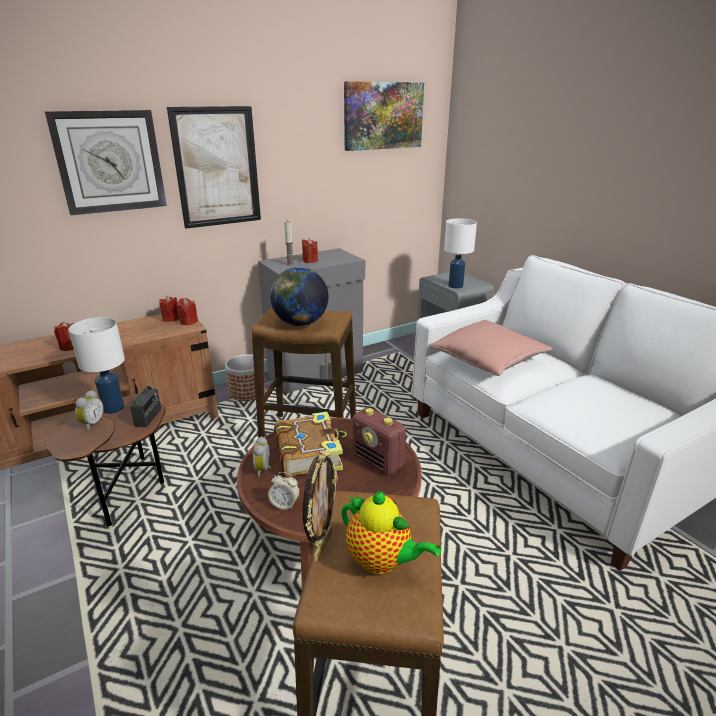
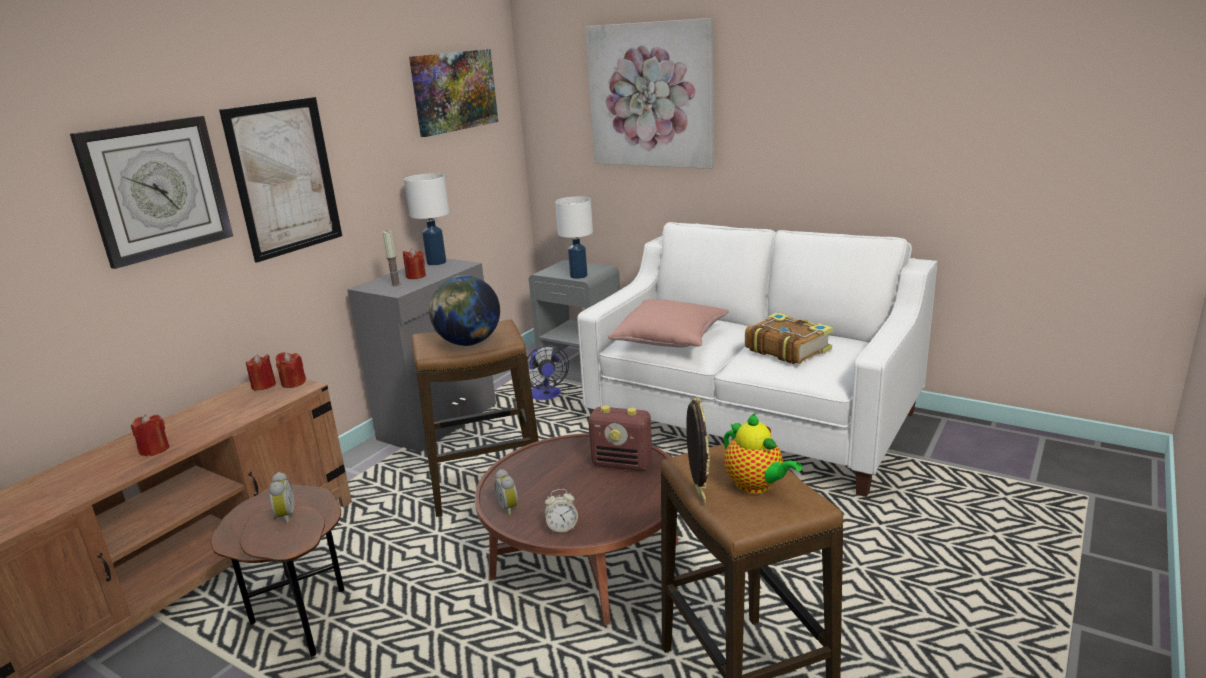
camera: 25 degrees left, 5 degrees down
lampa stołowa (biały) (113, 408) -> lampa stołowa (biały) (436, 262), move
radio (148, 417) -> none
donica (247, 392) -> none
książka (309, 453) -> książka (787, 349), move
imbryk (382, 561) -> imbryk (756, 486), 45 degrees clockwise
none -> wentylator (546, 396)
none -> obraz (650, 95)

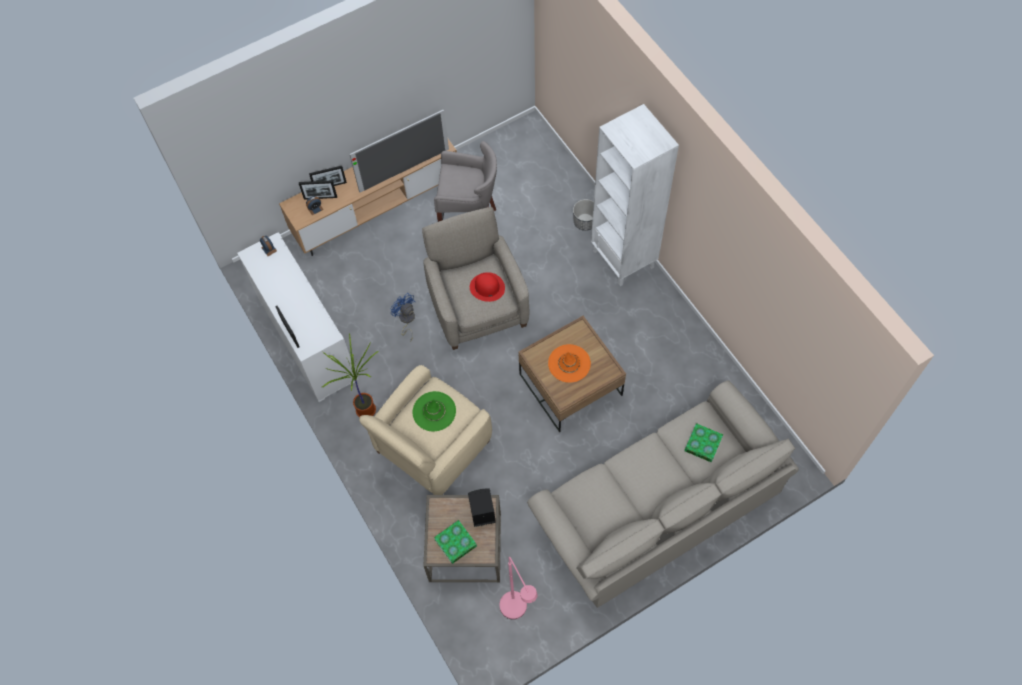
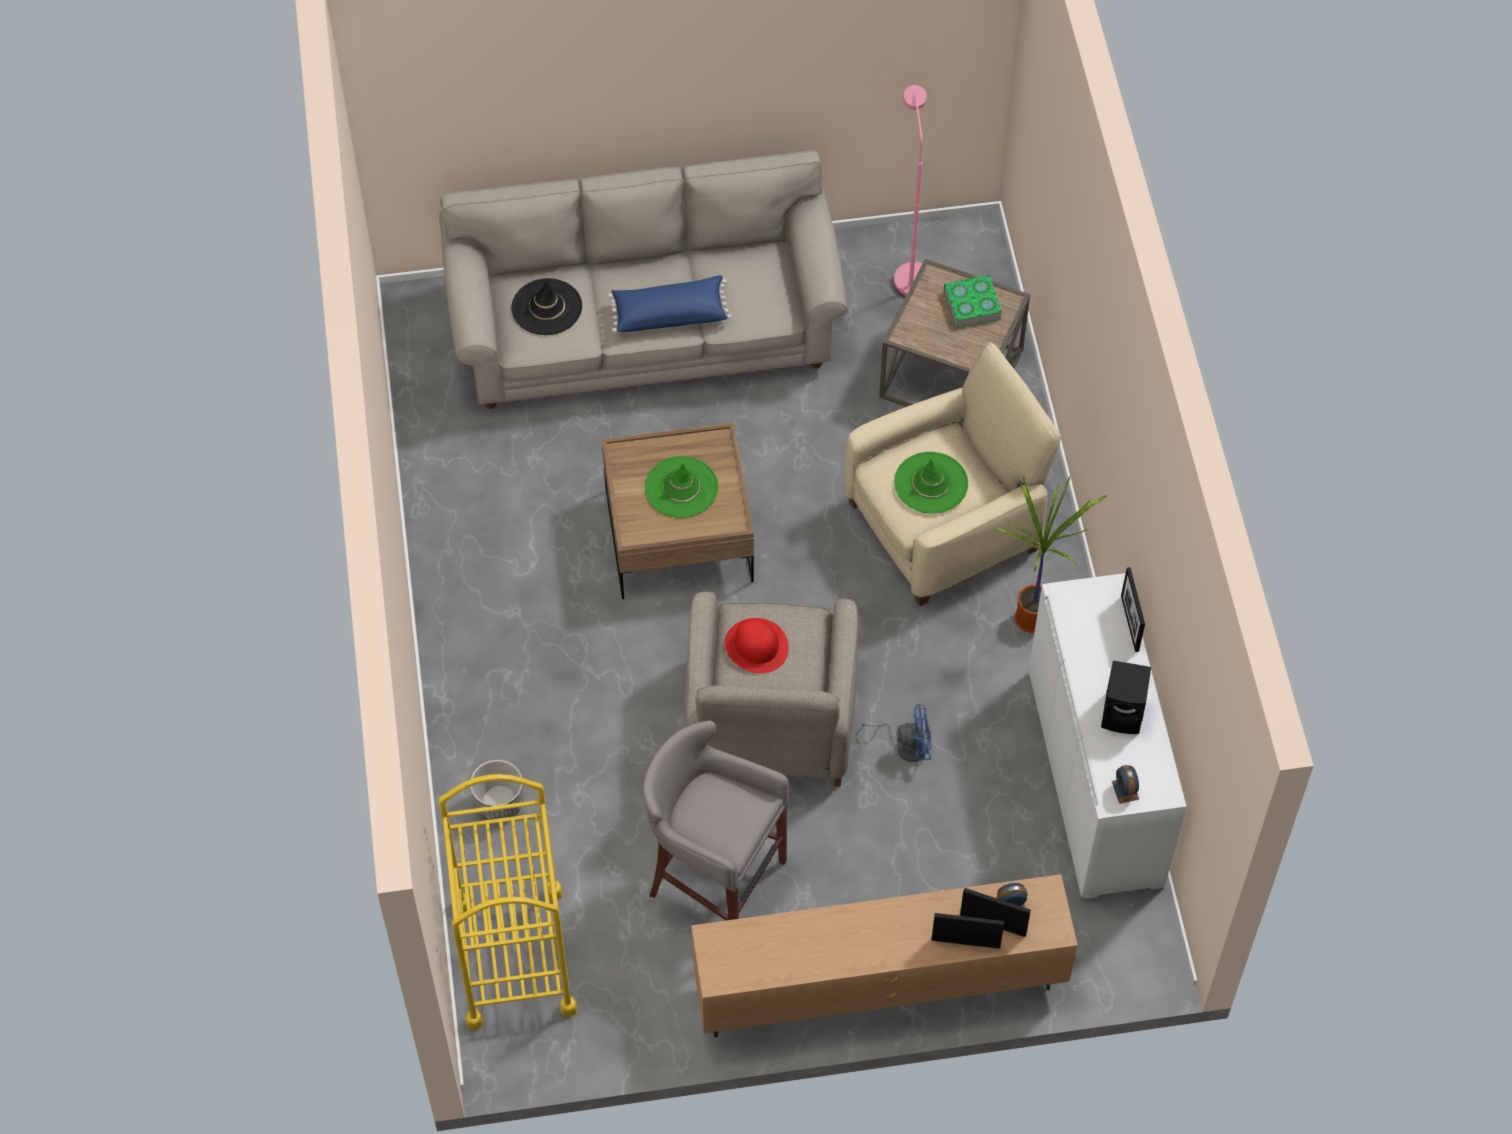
camera: 160 degrees left, 5 degrees down
telewizor (404, 170) -> none
wentylator (niebieski) (406, 320) -> wentylator (niebieski) (906, 745), 75 degrees counterclockwise
głośnik (czarny) (481, 513) -> głośnik (czarny) (1124, 714), move
kapelusz (pomarańczowy) (569, 363) -> kapelusz (zielony) (681, 487)
regał (biały) (624, 259) -> none
książka (703, 444) -> kapelusz (czarny) (546, 307)
none -> wózek (żółty) (514, 957)
none -> poduszka (niebieski) (669, 313)

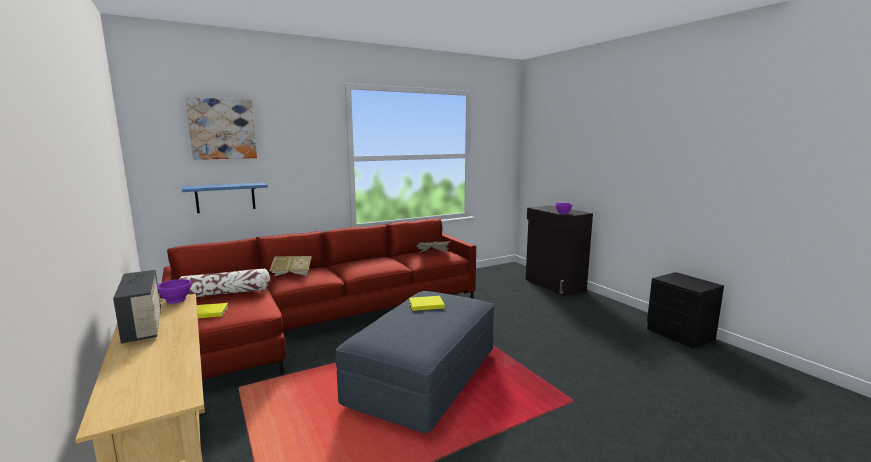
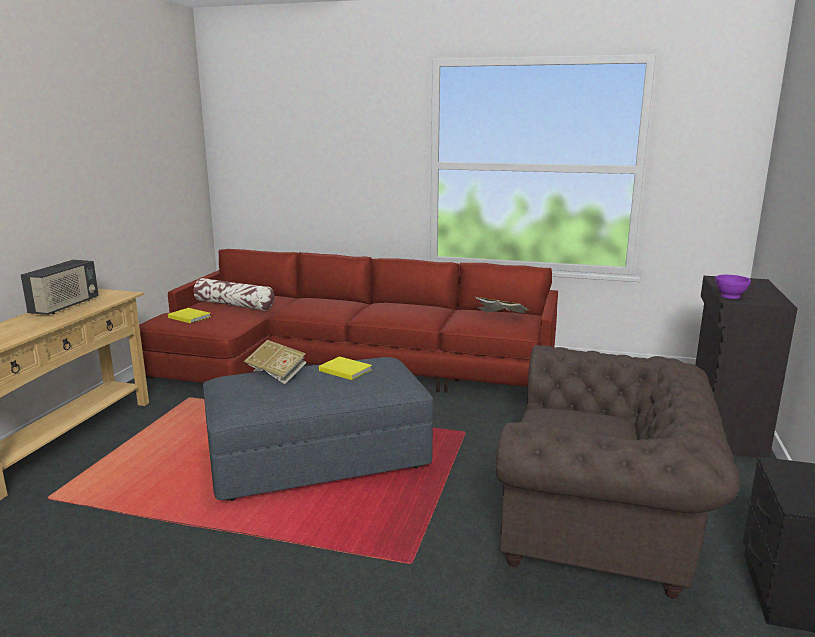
camera: 45 degrees right, 5 degrees up
miska (fioletowy) (176, 300) -> none
półka (niebieski) (225, 197) -> none
obraz (222, 129) -> none
książka (292, 274) -> książka (277, 374), move
none -> fotel (brązowy) (603, 528)

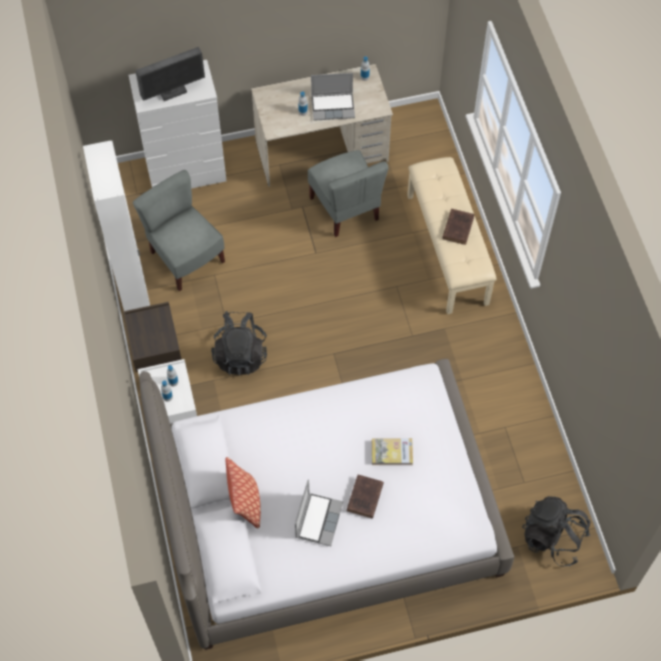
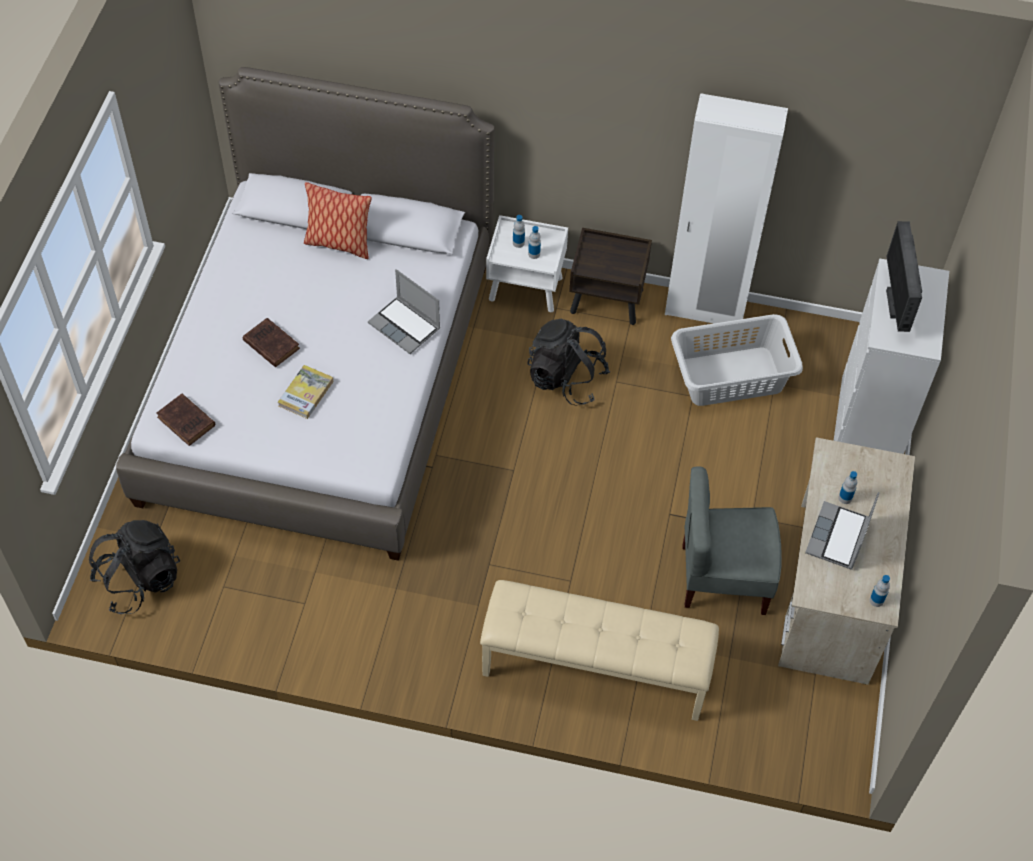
camera: 115 degrees right, 5 degrees down
krzesło (szary) (186, 258) -> kosz na pranie (szary) (732, 377)
laptop (318, 519) -> laptop (405, 326), move
książka (brązowy) (458, 227) -> książka (brązowy) (187, 422), move

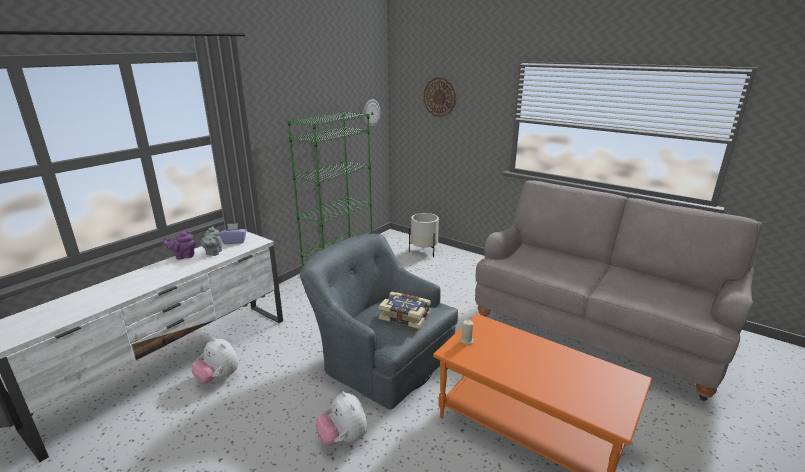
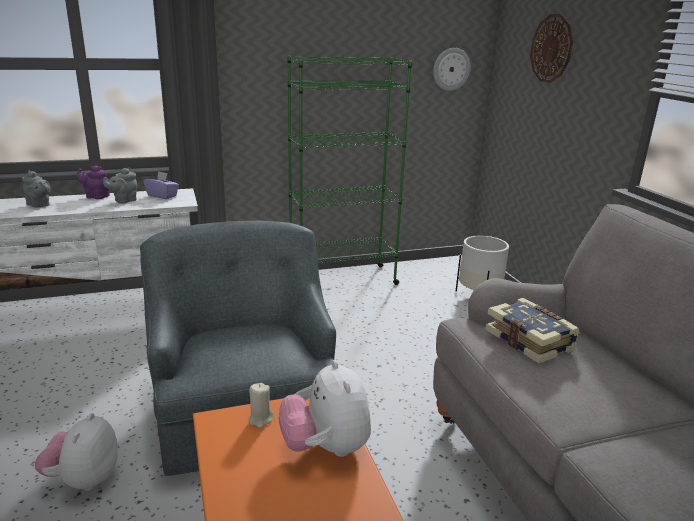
camera: 35 degrees right, 0 degrees up
pluszak (218, 377) -> pluszak (326, 448), move
książka (405, 316) -> książka (530, 340), move
none -> imbryk (szary) (39, 205)

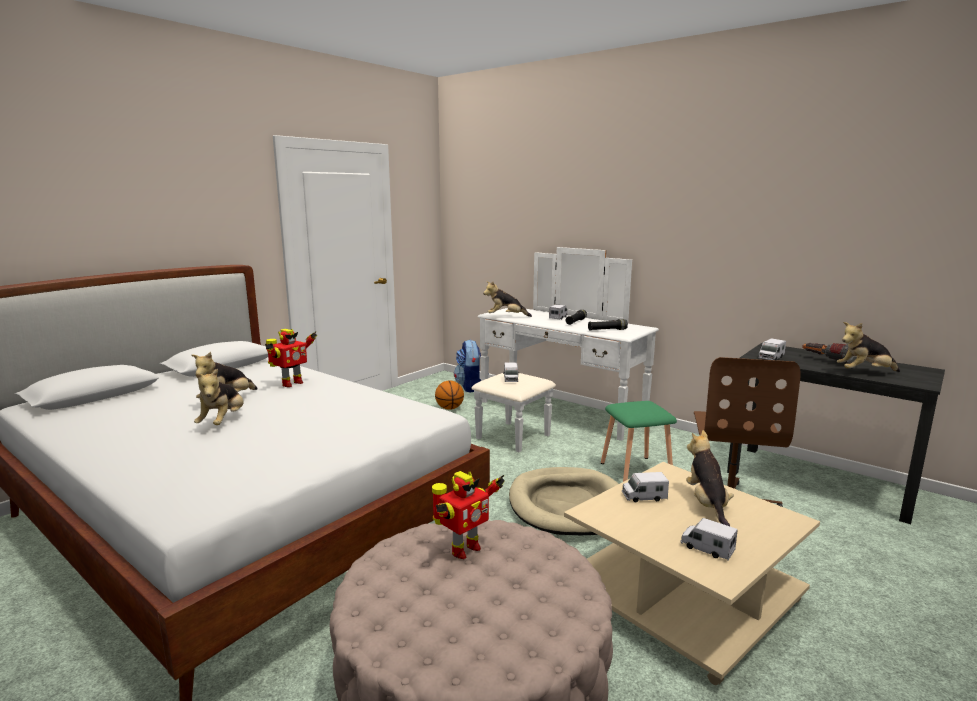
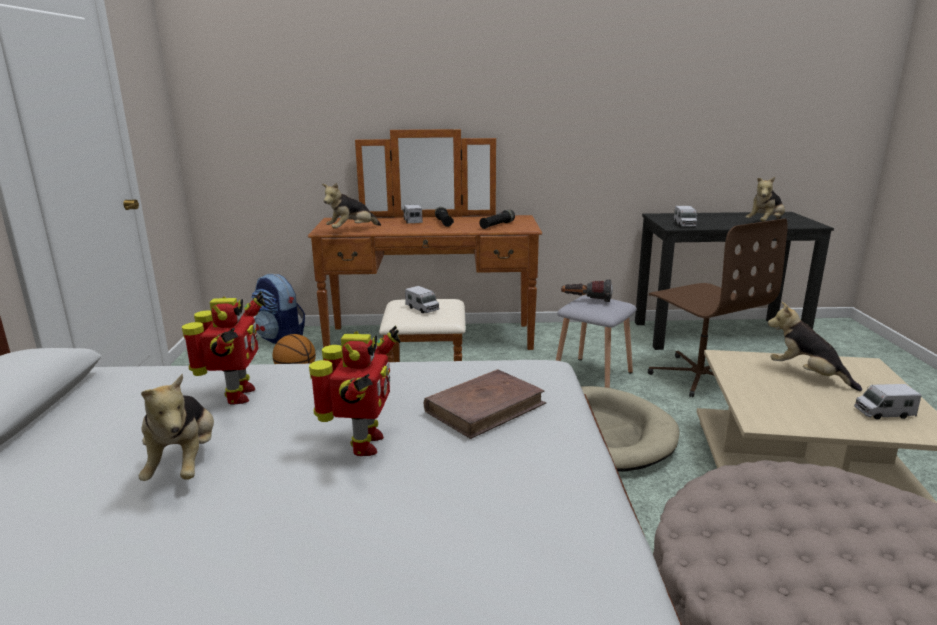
camera: 40 degrees left, 5 degrees up
pluszak (223, 422) -> none
robot zabawkowy (463, 549) -> robot zabawkowy (363, 445), move
komoda (biały) (551, 417) -> komoda (brązowy) (430, 347)
stołek (zielony) (637, 471) -> stołek (szary) (594, 375)
ciężarówka zabawkowa (644, 496) -> none
latarka (825, 360) -> latarka (586, 300), move
none -> książka (brązowy) (485, 408)

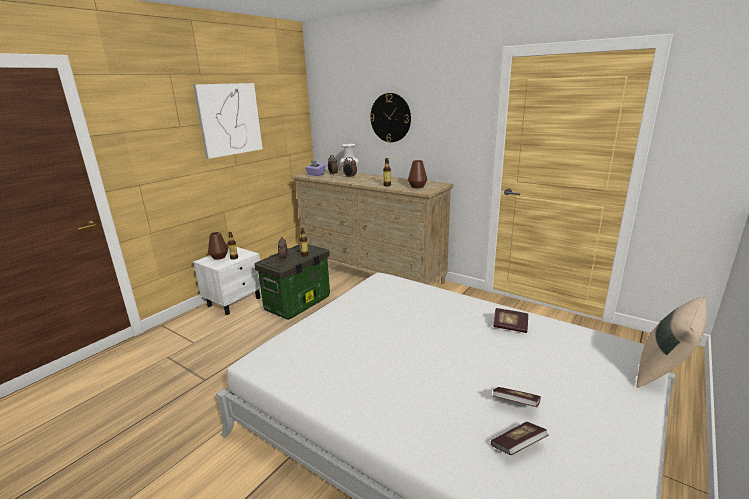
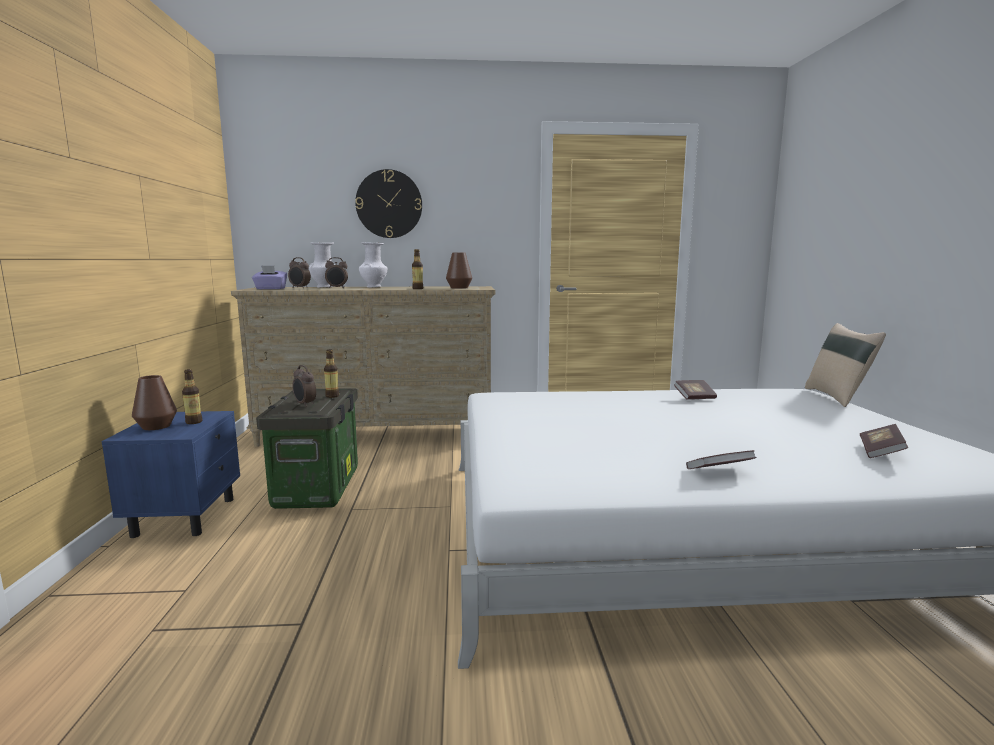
camera: 40 degrees left, 10 degrees down
obraz (229, 119) -> none
szafka nocna (biały) (235, 301) -> szafka nocna (niebieski) (186, 516)
książka (515, 404) -> książka (719, 472), move
none -> wazon (biały) (374, 287)

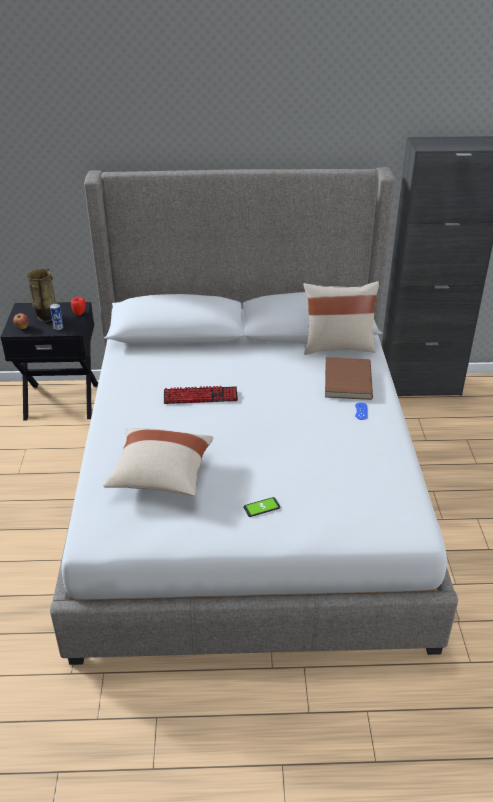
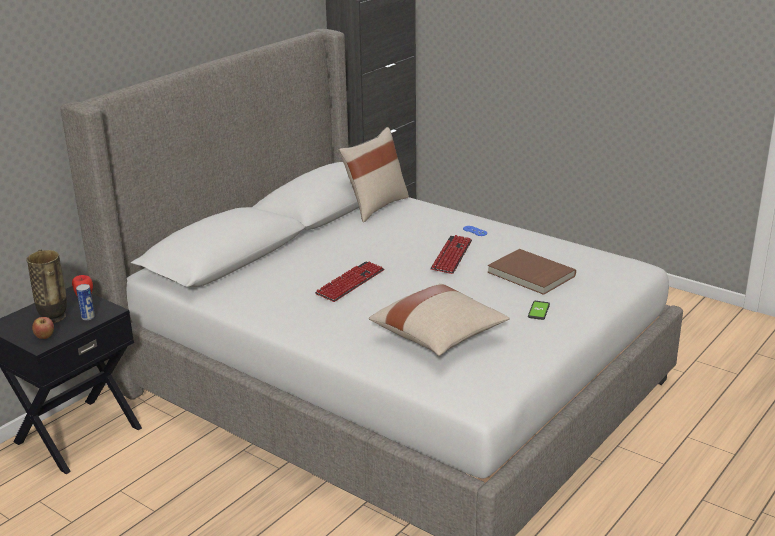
camera: 50 degrees left, 10 degrees down
książka (brązowy) (346, 380) -> książka (brązowy) (530, 275), move
none -> klawiatura (451, 256)

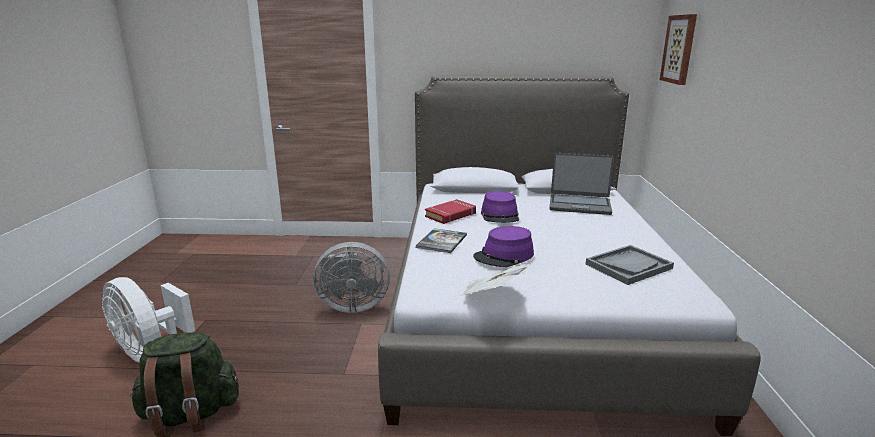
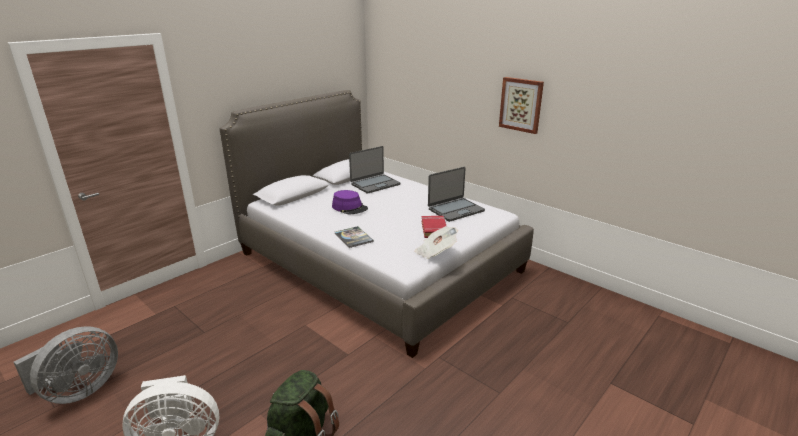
camera: 50 degrees left, 5 degrees up
wentylator (szary) (351, 305) -> wentylator (szary) (79, 391), move
książka (czerwony) (451, 215) -> książka (czerwony) (434, 229), move
kapelusz (fioletowy) (504, 256) -> none
taca (szary) (628, 266) -> laptop (455, 210)
obraz (679, 49) -> obraz (521, 104), move

